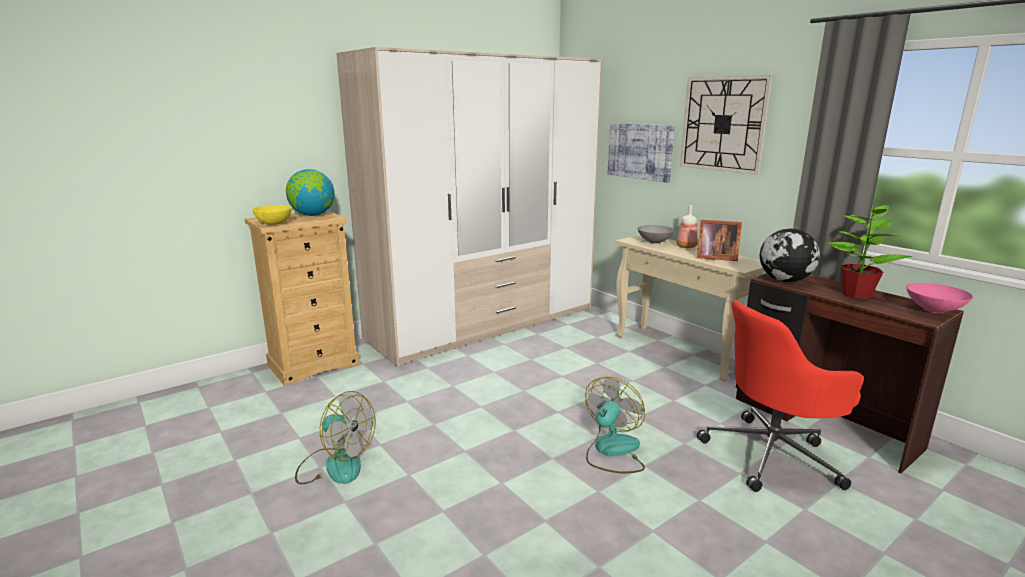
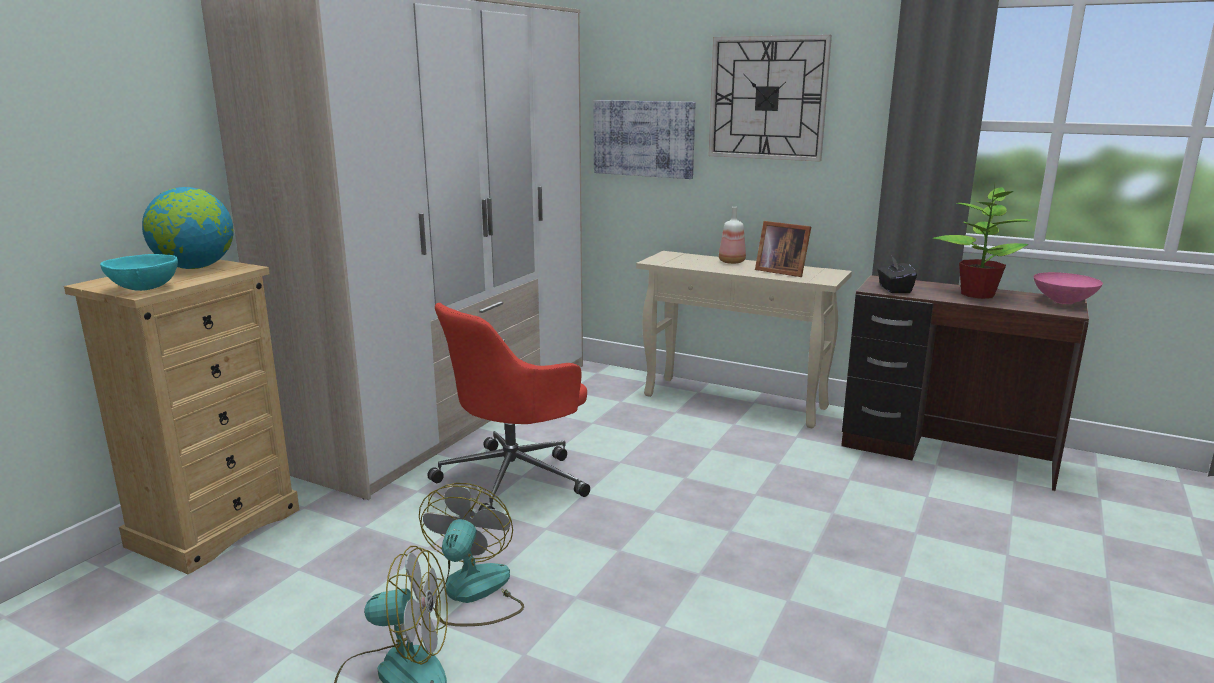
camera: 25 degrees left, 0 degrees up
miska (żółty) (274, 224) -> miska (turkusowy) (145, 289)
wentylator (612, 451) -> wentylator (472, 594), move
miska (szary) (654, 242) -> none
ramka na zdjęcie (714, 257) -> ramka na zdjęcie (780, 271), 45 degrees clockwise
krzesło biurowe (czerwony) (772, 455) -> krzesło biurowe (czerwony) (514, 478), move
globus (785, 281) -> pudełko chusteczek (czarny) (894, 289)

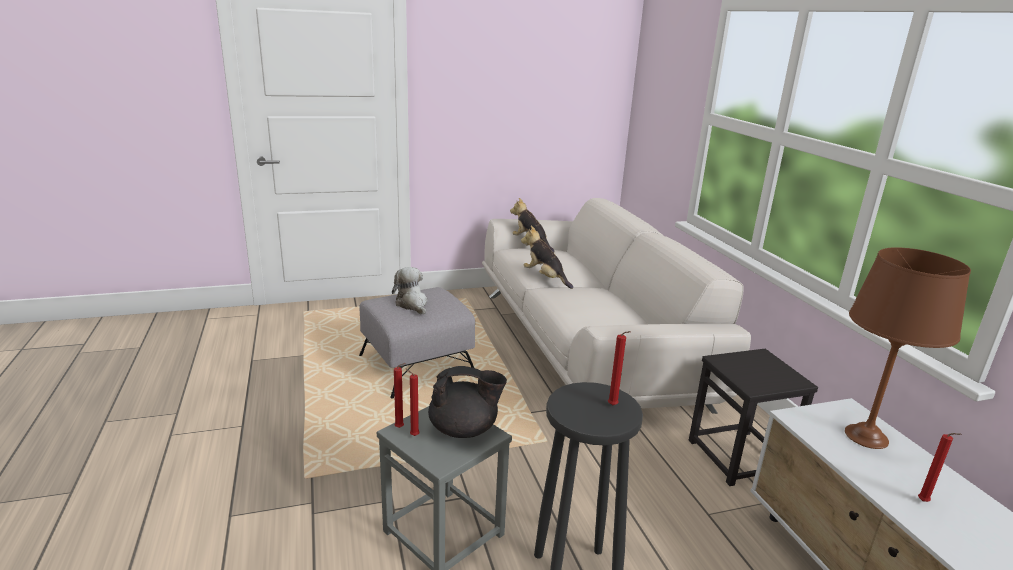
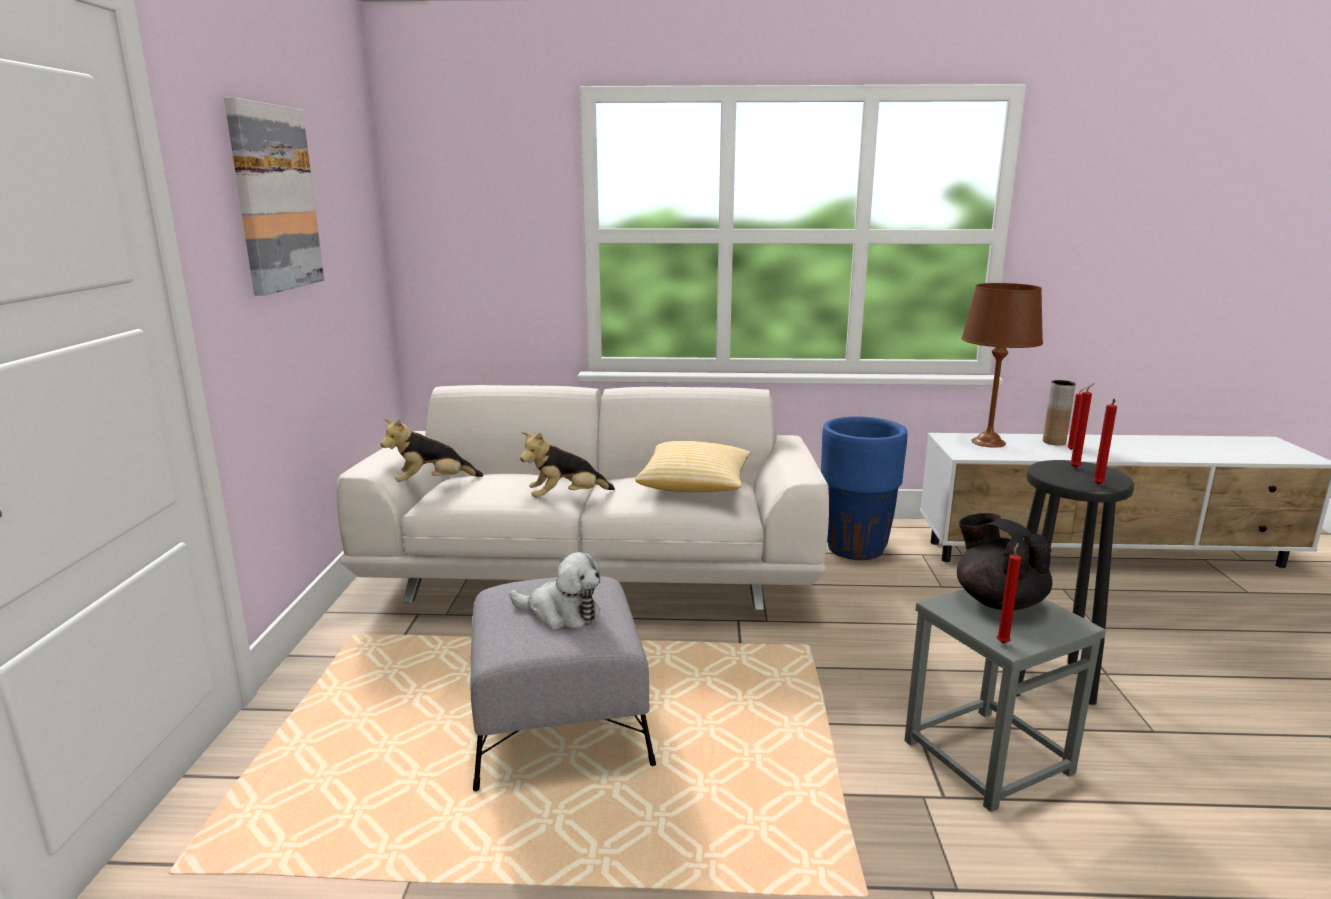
camera: 70 degrees left, 5 degrees down
pluszak (412, 304) -> pluszak (561, 613), 150 degrees counterclockwise
świeca (czerwony) (413, 435) -> świeca (czerwony) (1097, 485), move
imbryk (czarny) (464, 429) -> imbryk (czarny) (998, 601), 45 degrees counterclockwise
stołek (czarny) (739, 457) -> donica (niebieski) (855, 548)
none -> obraz (274, 198)
none -> poduszka (695, 486)
none -> wazon (brązowy) (1054, 442)

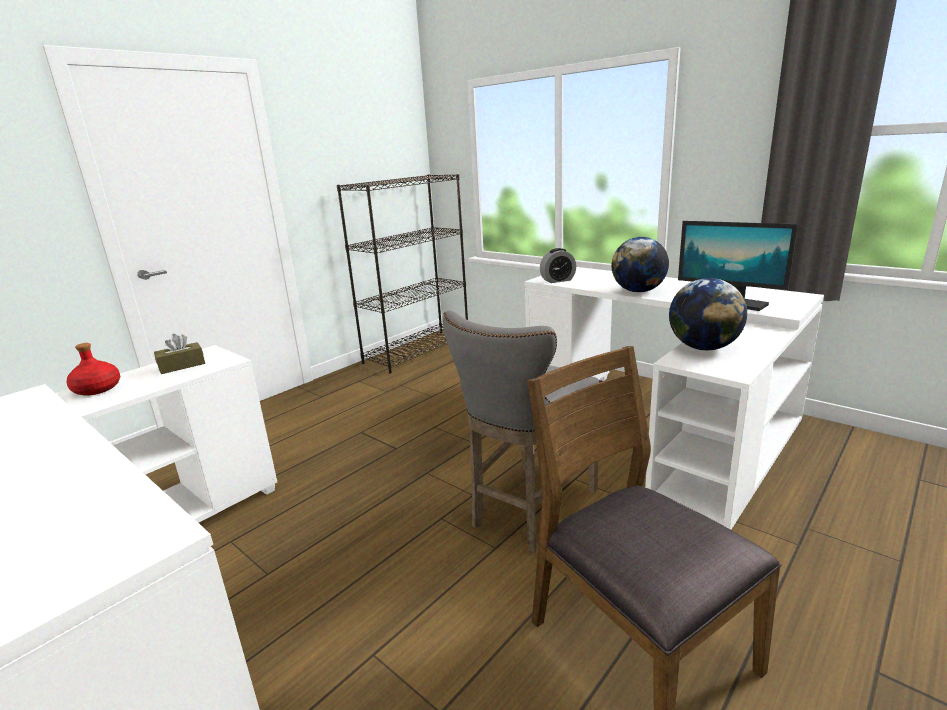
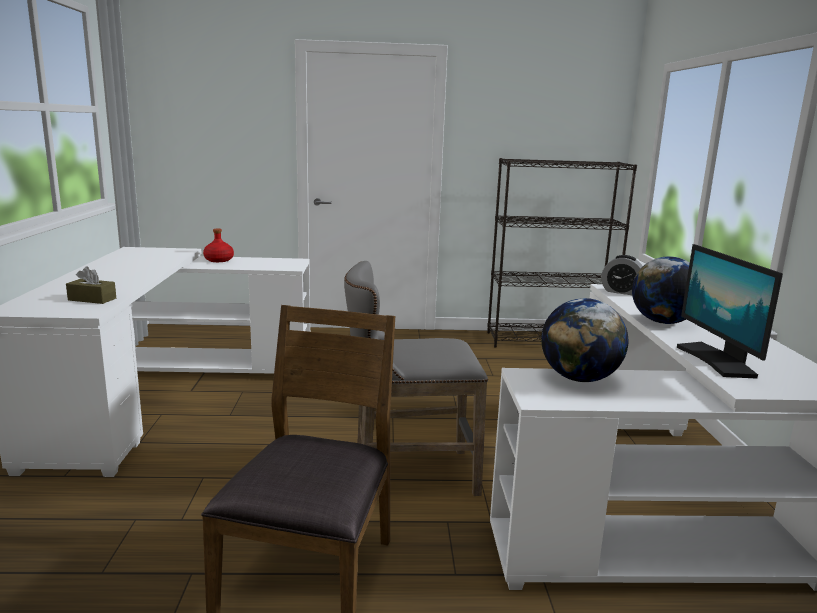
camera: 45 degrees right, 5 degrees down
pudełko chusteczek (brązowy) (182, 366) -> pudełko chusteczek (brązowy) (92, 299), move

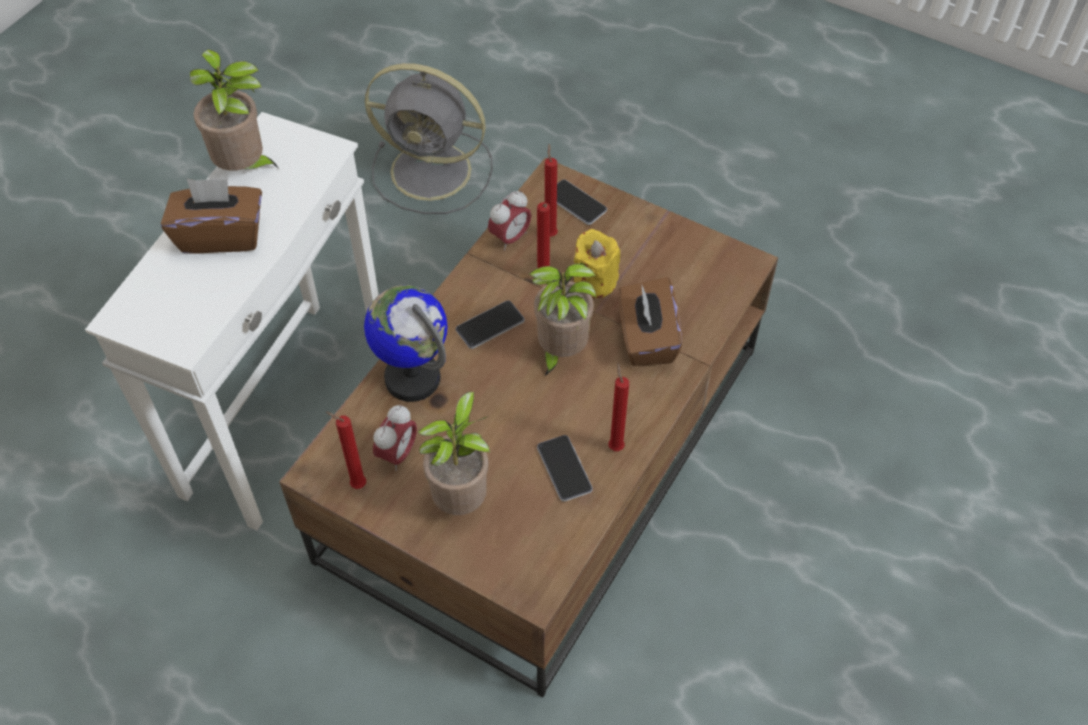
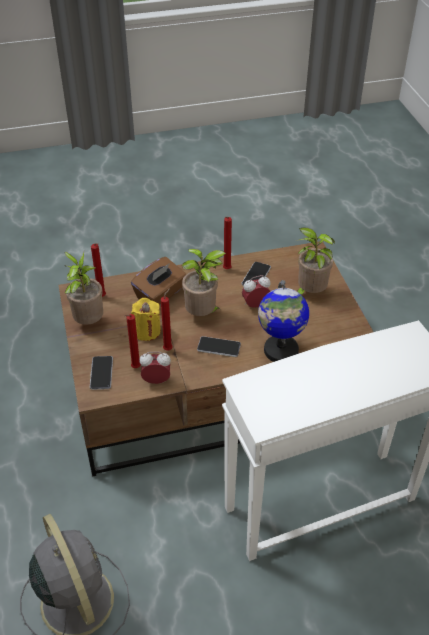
camera: 135 degrees left, 10 degrees down
pudełko chusteczek (brązowy) (221, 235) -> none
roślina doniczkowa (245, 169) -> roślina doniczkowa (88, 322), move
świeca (czerwony) (356, 484) -> świeca (czerwony) (102, 297), move
budzik (398, 454) -> budzik (255, 305), move

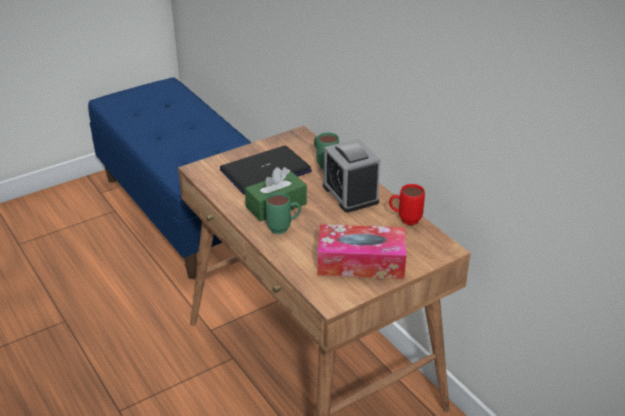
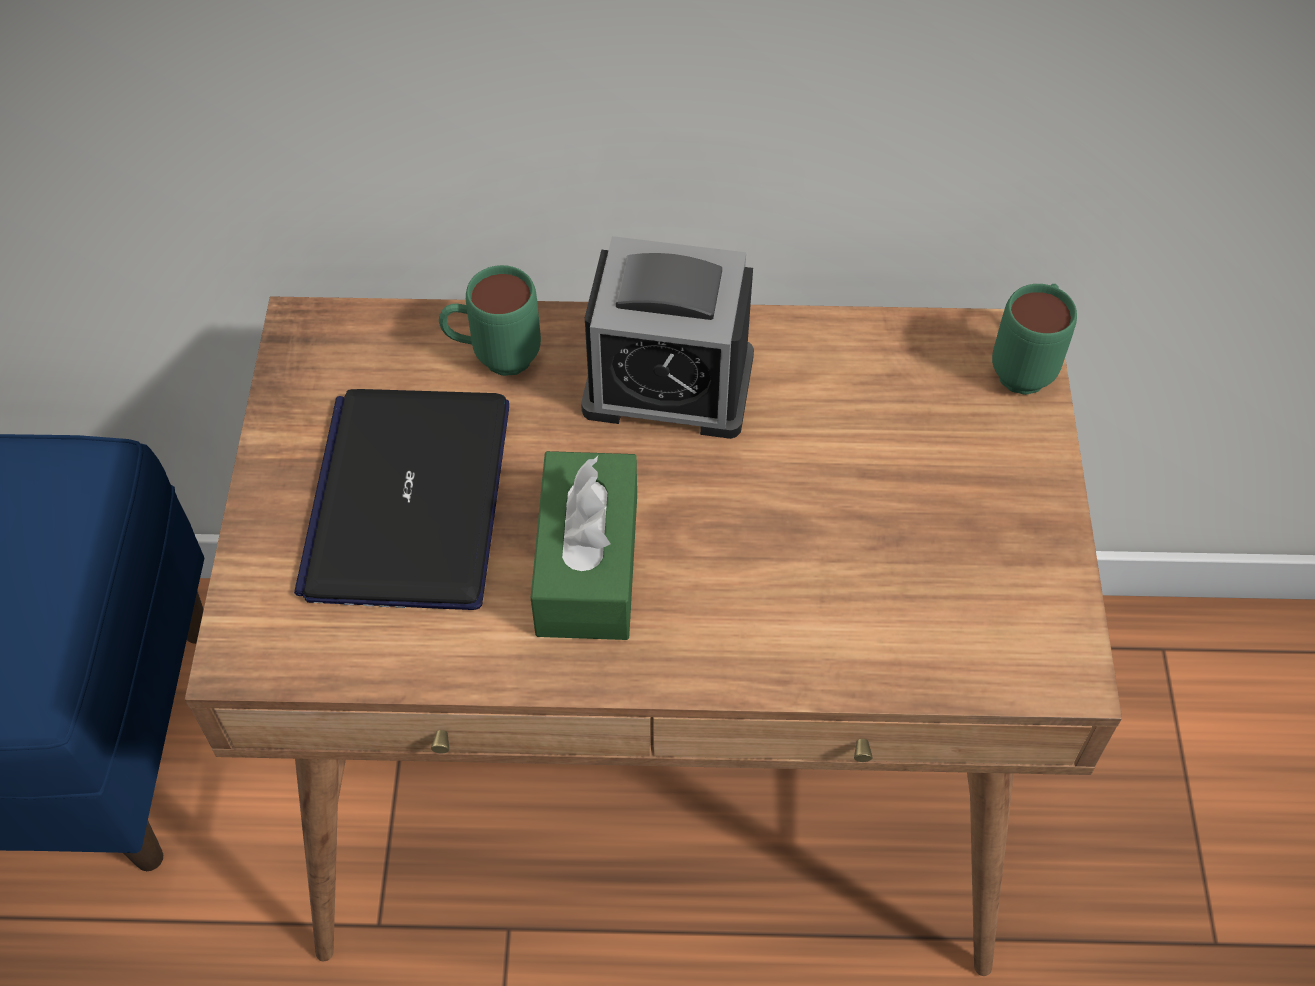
camera: 55 degrees left, 20 degrees up
kubek (zielony) (284, 228) -> kubek (zielony) (1026, 366), move
pudełko chusteczek (361, 262) -> none
kubek (czerwony) (404, 220) -> none

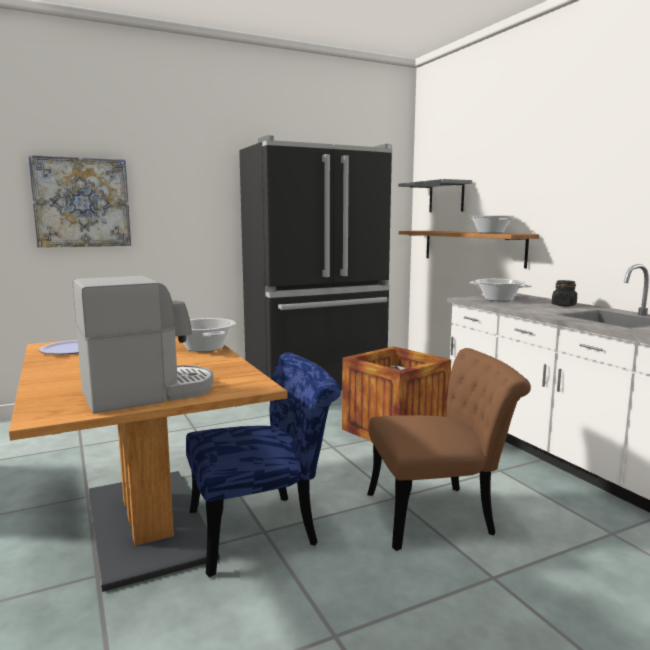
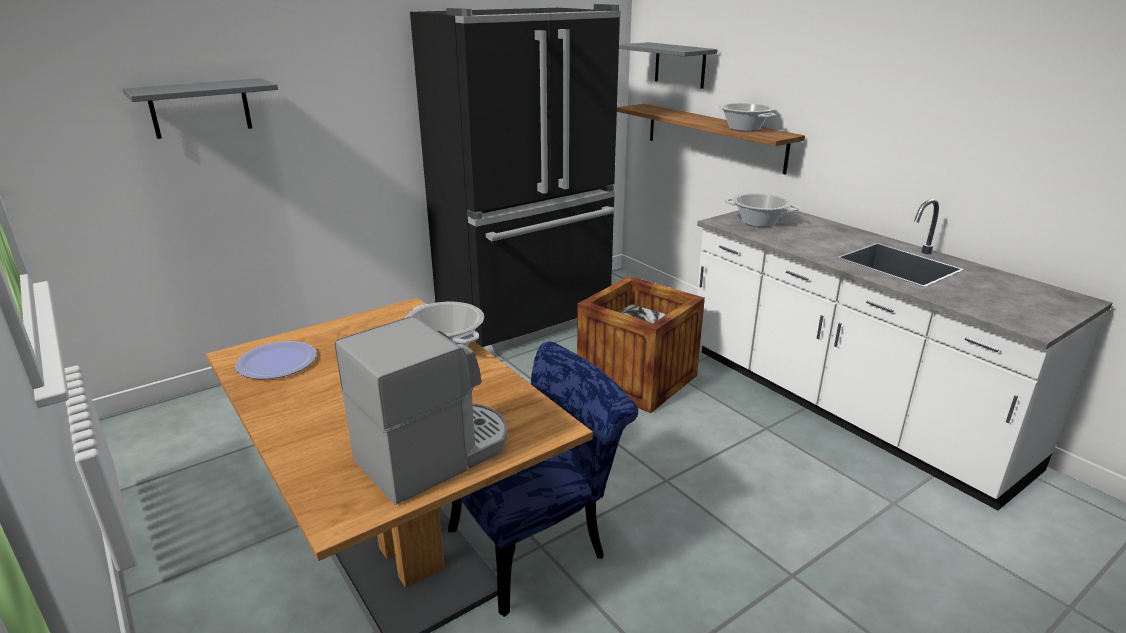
camera: 10 degrees left, 15 degrees up
obraz (82, 202) -> półka (szary) (200, 108)
krzesło (brązowy) (440, 514) -> none
słoik (czarny) (563, 305) -> none

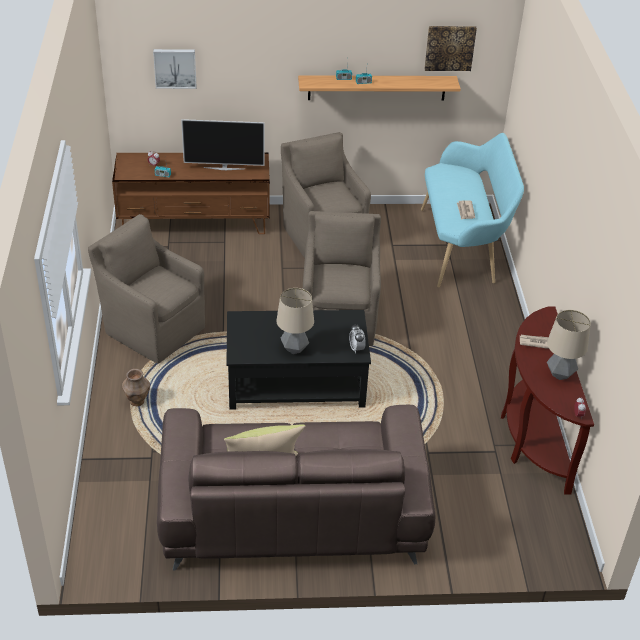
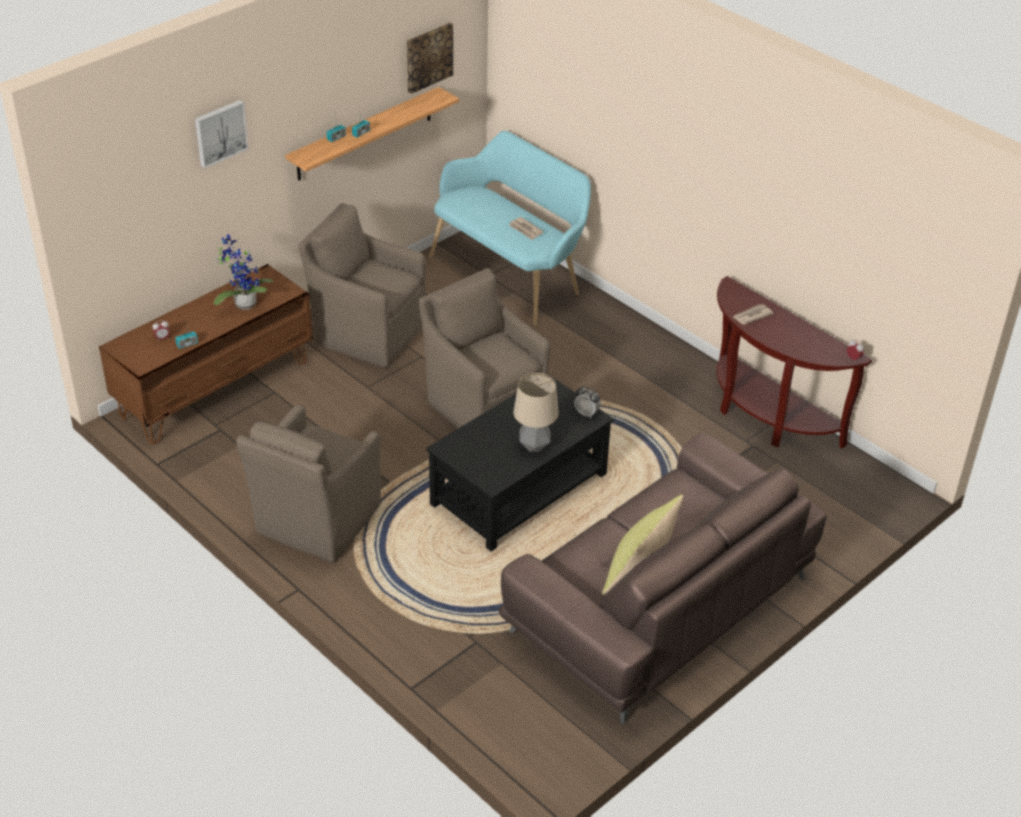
camera: 40 degrees left, 0 degrees up
fotel (brązowy) (153, 329) -> fotel (brązowy) (316, 521), 60 degrees counterclockwise
wazon (brązowy) (137, 402) -> none
obraz (175, 68) -> obraz (220, 132), move
telewizor (224, 168) -> roślina doniczkowa (243, 303)
lampa stołowa (560, 374) -> none

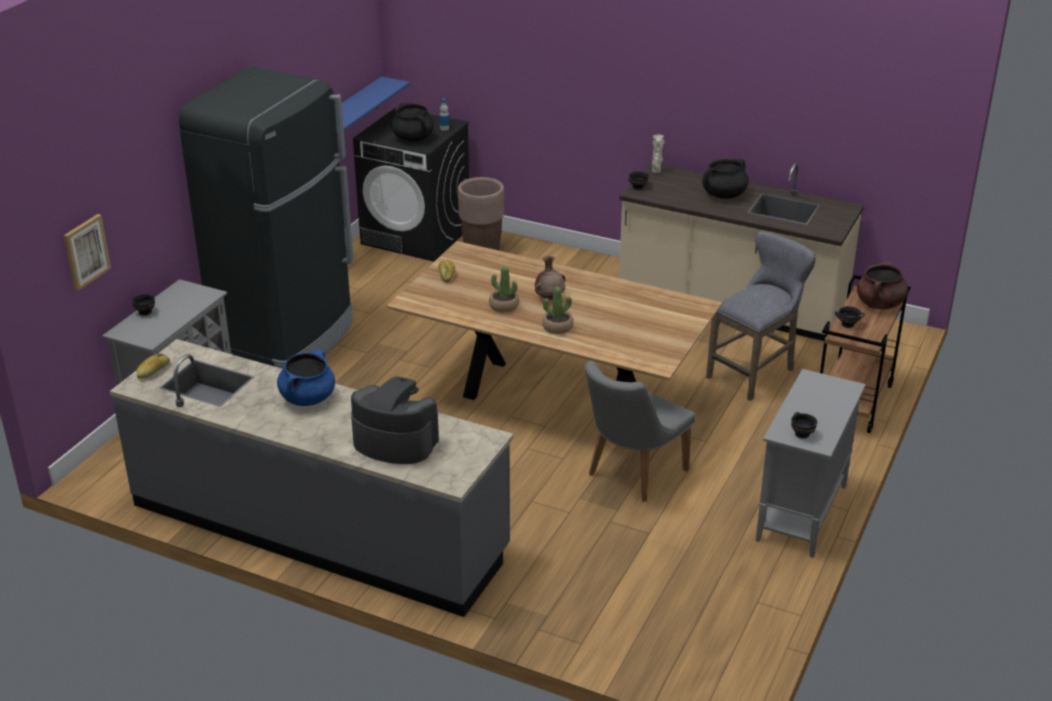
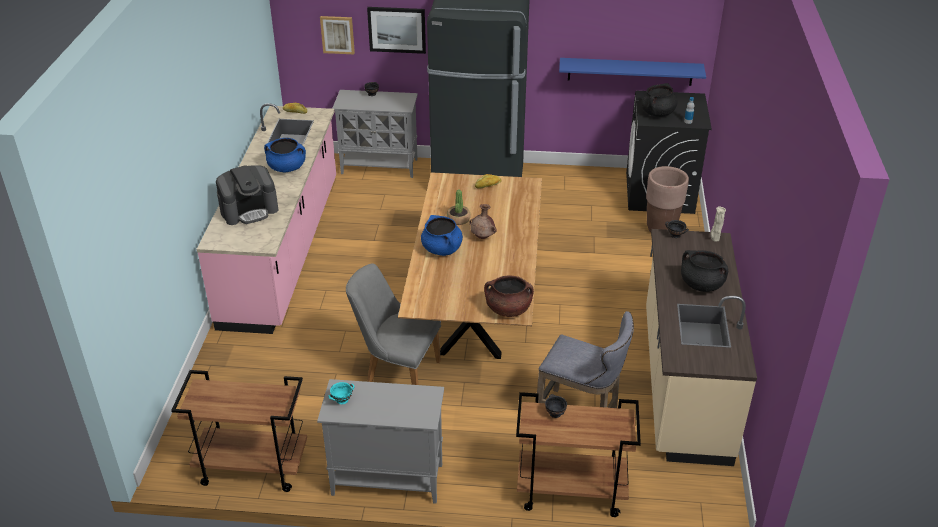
camera: 70 degrees right, 5 degrees up
zabudowa kuchenna (szary) (319, 528) -> zabudowa kuchenna (różowy) (283, 250)
ekspres do kawy (394, 442) -> ekspres do kawy (249, 210), 60 degrees clockwise
roślina doniczkowa (557, 327) -> garnek (niebieski) (442, 249)
miska (czarny) (802, 434) -> miska (turkusowy) (342, 400)
garnek (brązowy) (879, 304) -> garnek (brązowy) (508, 309), move
none -> wózek (brązowy) (251, 468)
none -> obraz (397, 29)

